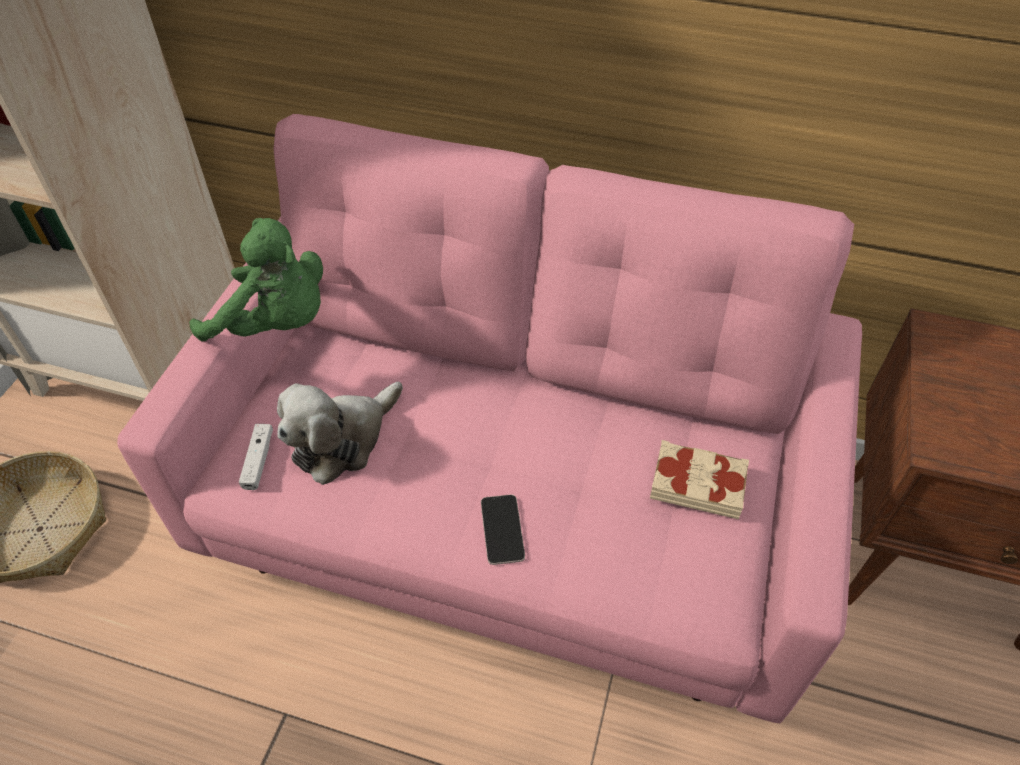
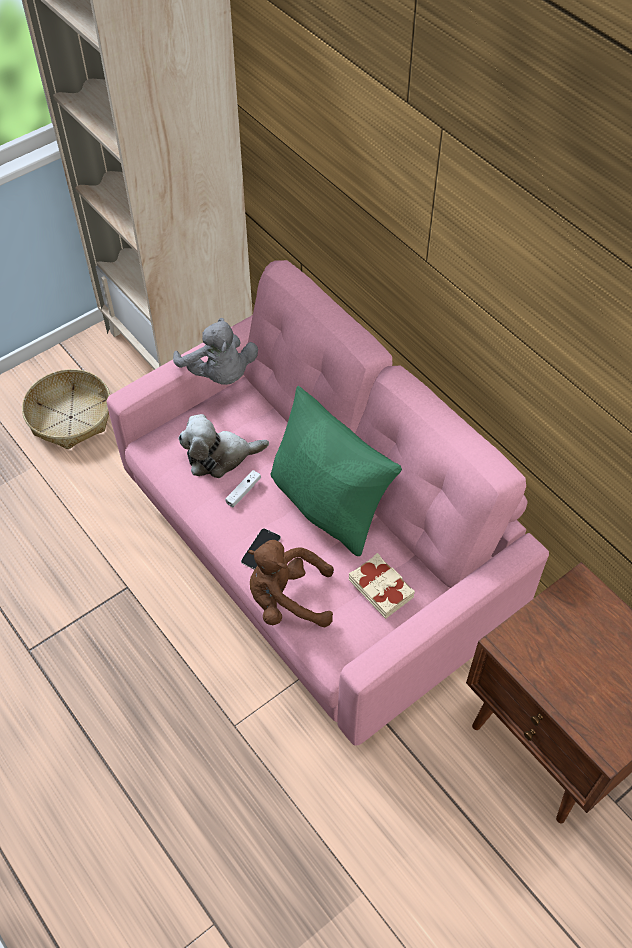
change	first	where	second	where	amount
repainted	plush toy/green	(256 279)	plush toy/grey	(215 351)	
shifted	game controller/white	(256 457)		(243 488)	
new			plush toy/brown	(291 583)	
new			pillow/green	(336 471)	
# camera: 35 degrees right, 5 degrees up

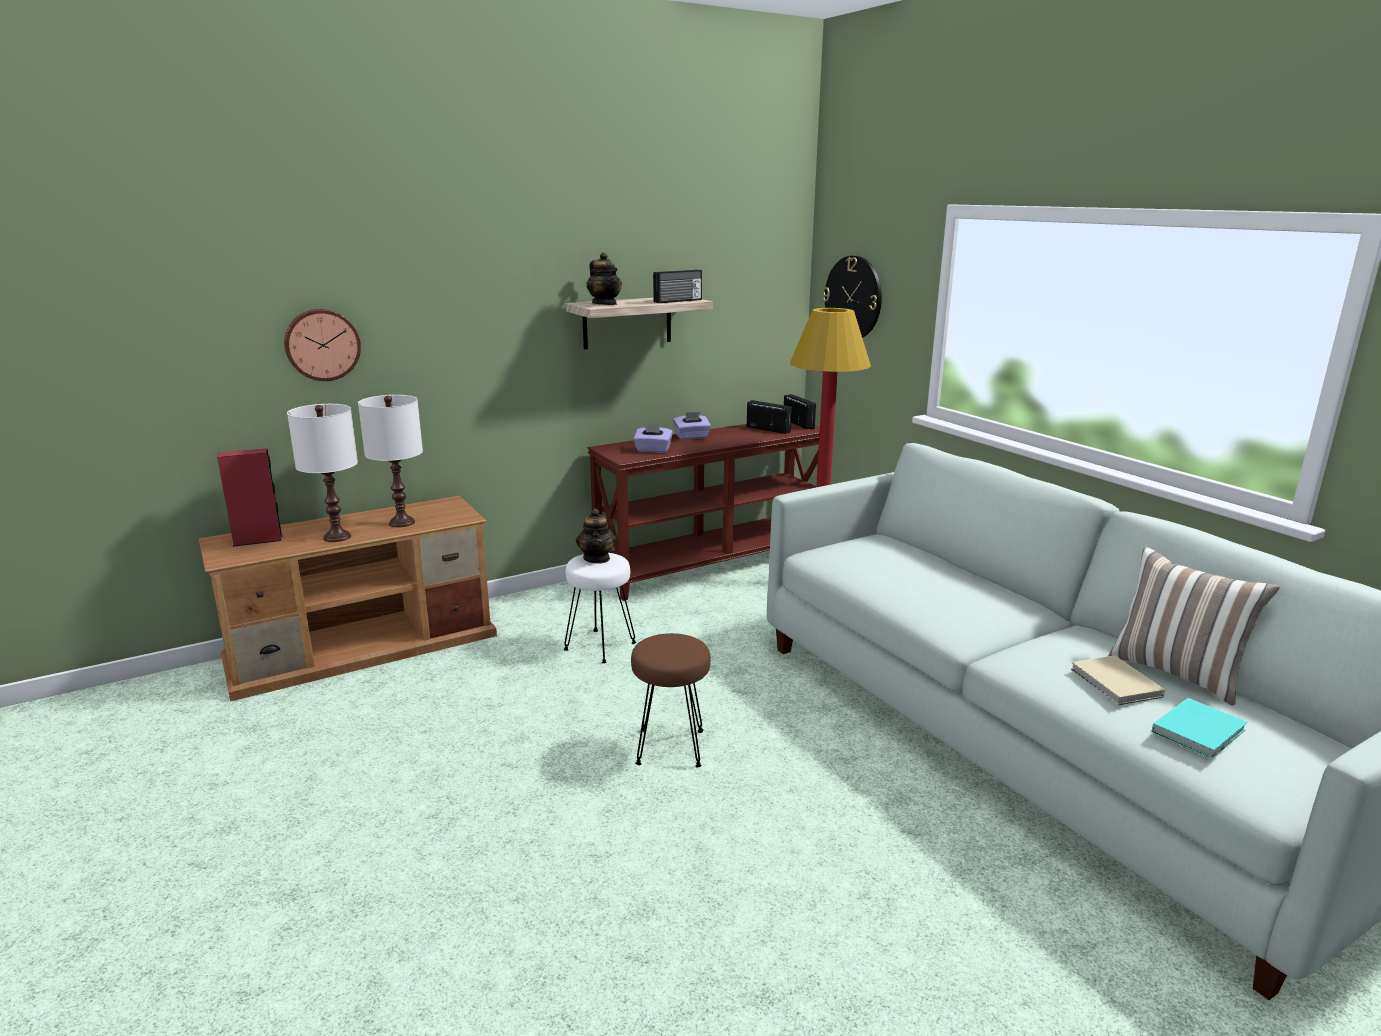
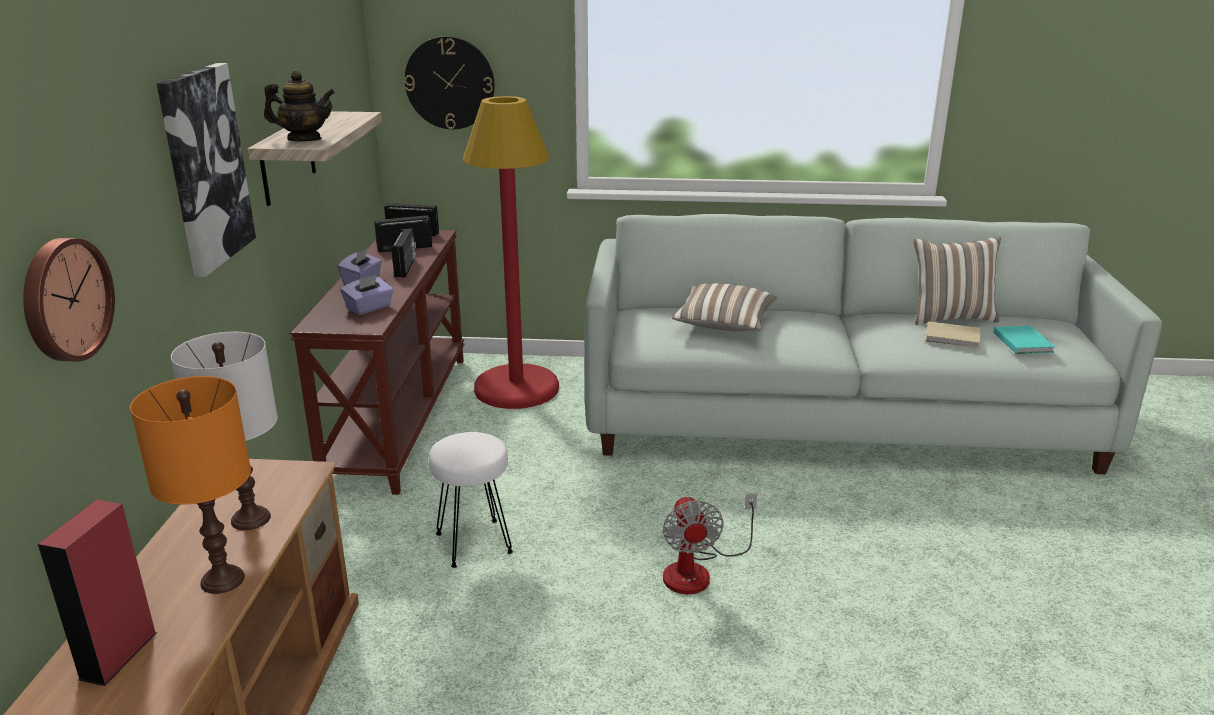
change	first	where	second	where	amount
repainted	table lamp/white	(322 473)	table lamp/orange	(190 485)	
new			picture	(206 170)	
shifted	radio	(677 286)		(403 253)	
swapped	stool/brown	(671 700)	fan	(710 543)	
new			pillow	(724 307)	
gone	teapot	(596 536)			
# camera: 55 degrees left, 5 degrees up

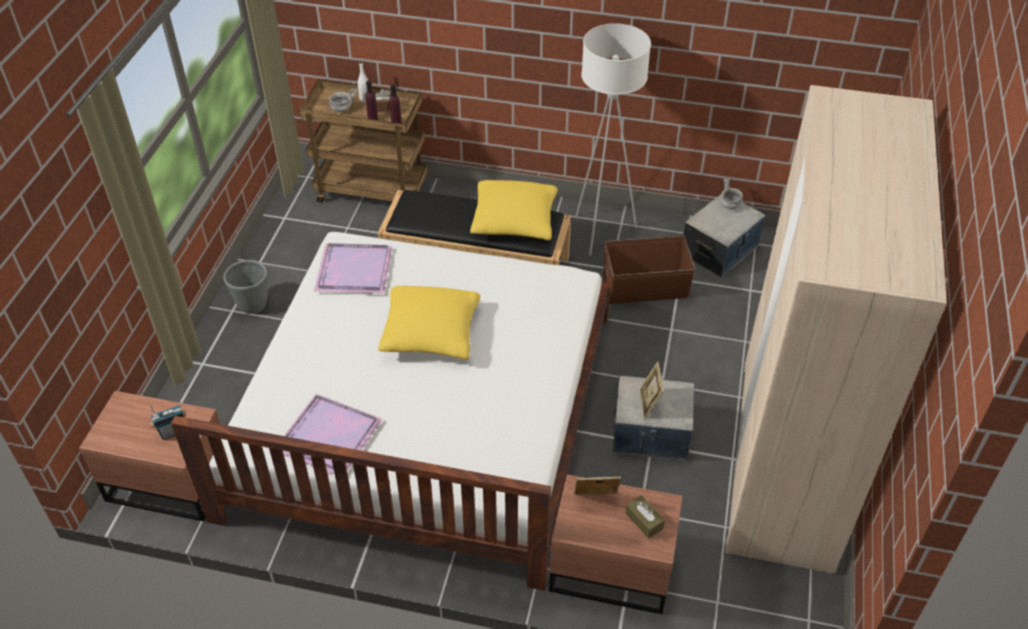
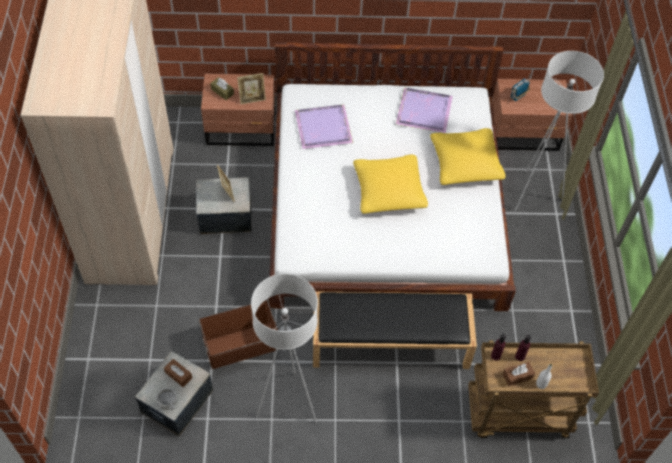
change	first	where	second	where	amount
new			tissue box/brown	(178 373)	
shifted	tray/purple	(353 268)		(324 126)	
shifted	pillow/yellow	(514 210)		(467 156)	
new			floor lamp/white	(559 131)	
gone	planter/grey	(246 287)			
gone	bowl/grey	(343 100)			
# camera: 165 degrees right, 10 degrees up

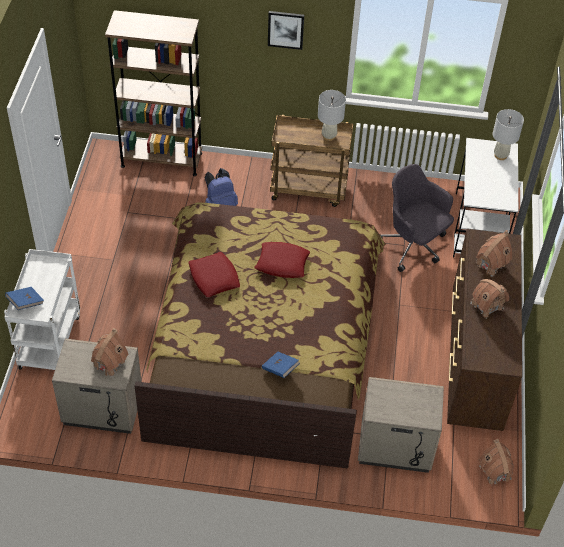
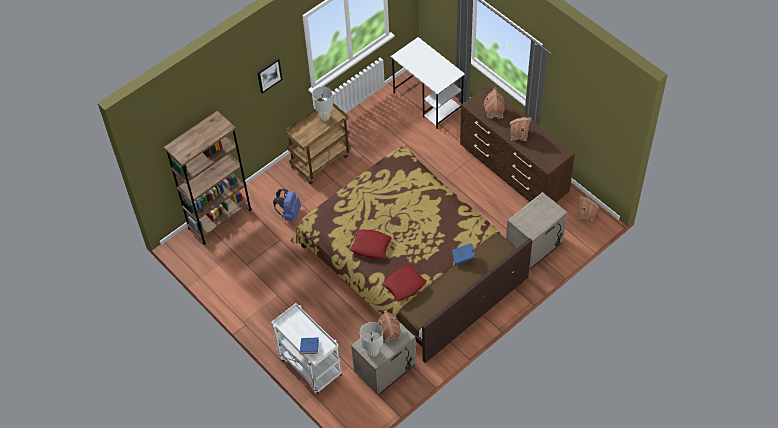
change	first	where	second	where	amount
shifted	table lamp/white	(508 134)		(371 340)	
shifted	pillow/red	(282 260)		(404 283)	
gone	office chair/grey	(416 218)			
# camera: 45 degrees left, 5 degrees up

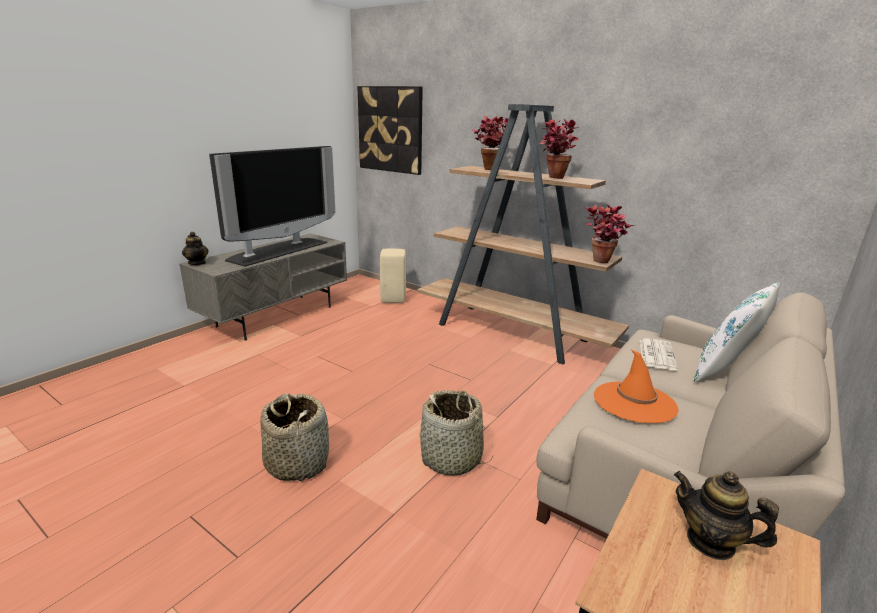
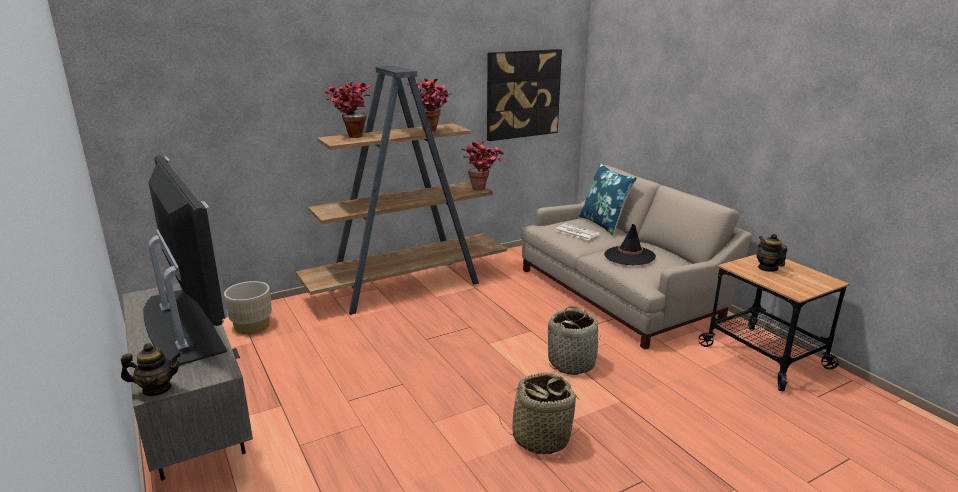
change	first	where	second	where	amount
swapped	stool/beige	(393 276)	planter/beige	(248 307)	
shifted	picture	(390 130)		(524 95)	
repainted	pillow/white	(737 332)	pillow/blue	(608 199)	
repainted	hat/orange	(636 386)	hat/black	(630 244)	
rotated	teapot	(726 515)		(771 252)	105 degrees clockwise
# camera: 65 degrees left, 0 degrees up

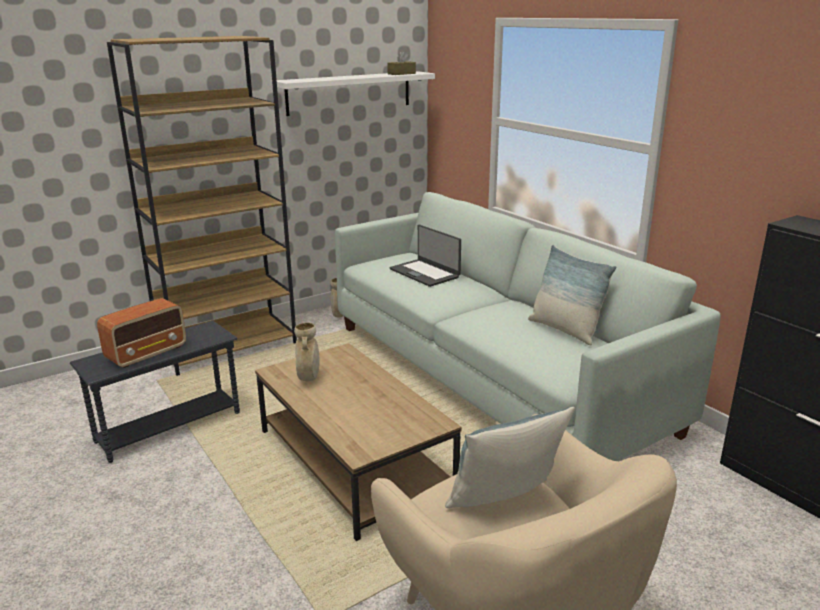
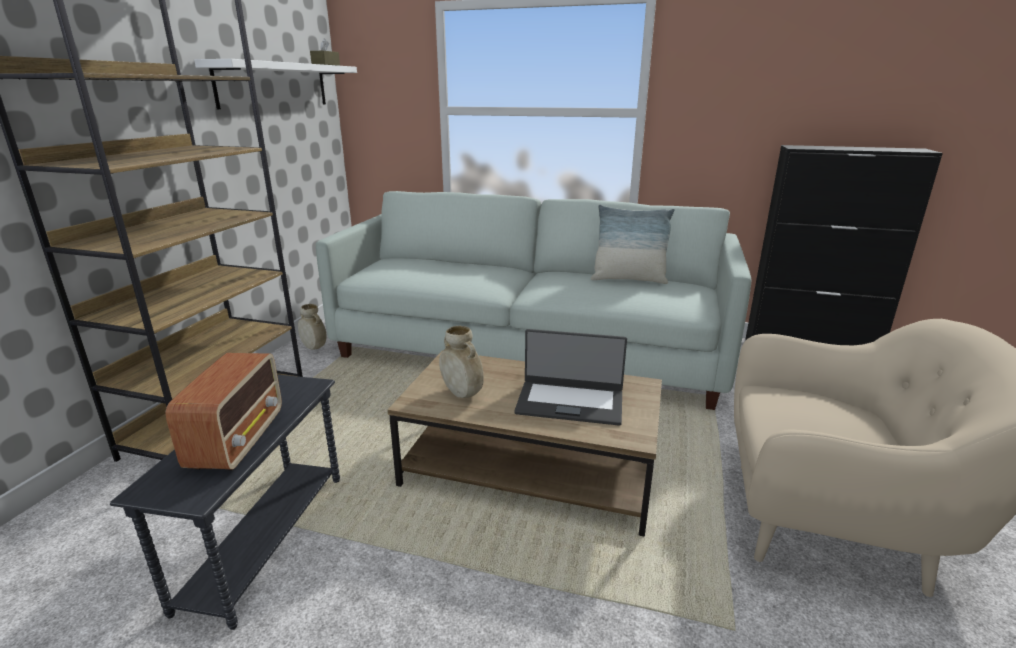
change	first	where	second	where	amount
shifted	laptop	(425 256)		(570 377)	
gone	pillow	(510 457)			
# camera: 40 degrees left, 0 degrees up

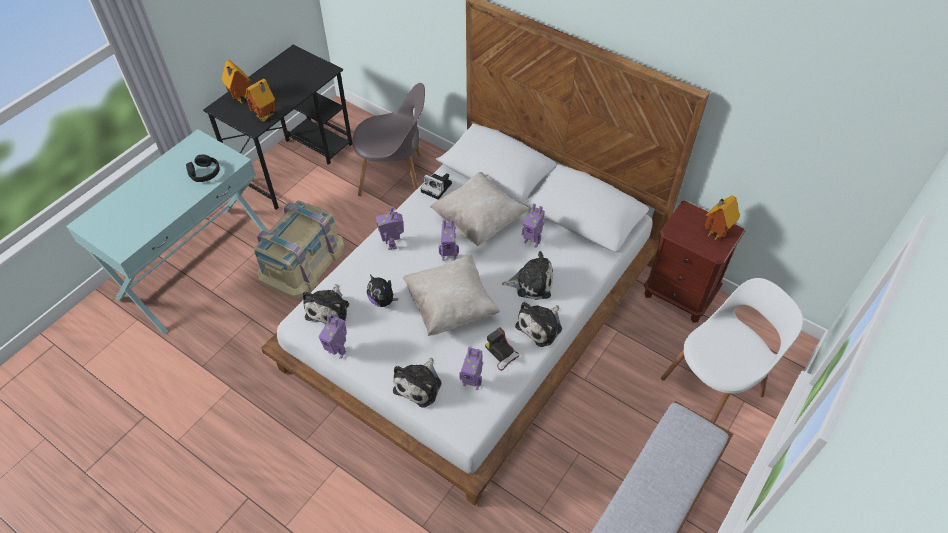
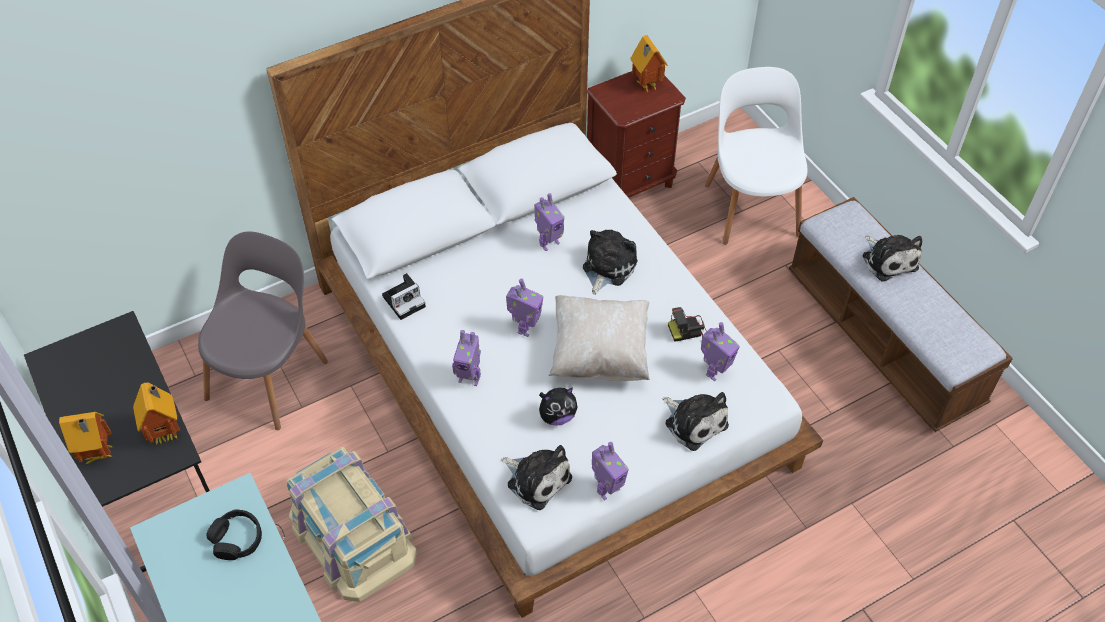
change	first	where	second	where	amount
shifted	plush toy	(538 324)		(892 258)	
gone	pillow/beige	(478 209)			
# camera: 65 degrees left, 0 degrees up

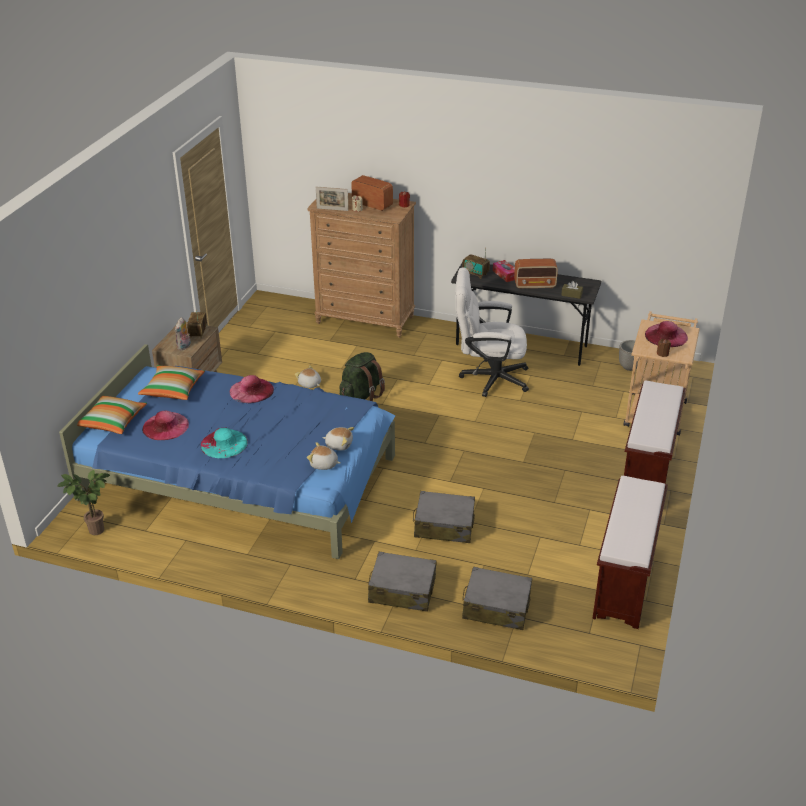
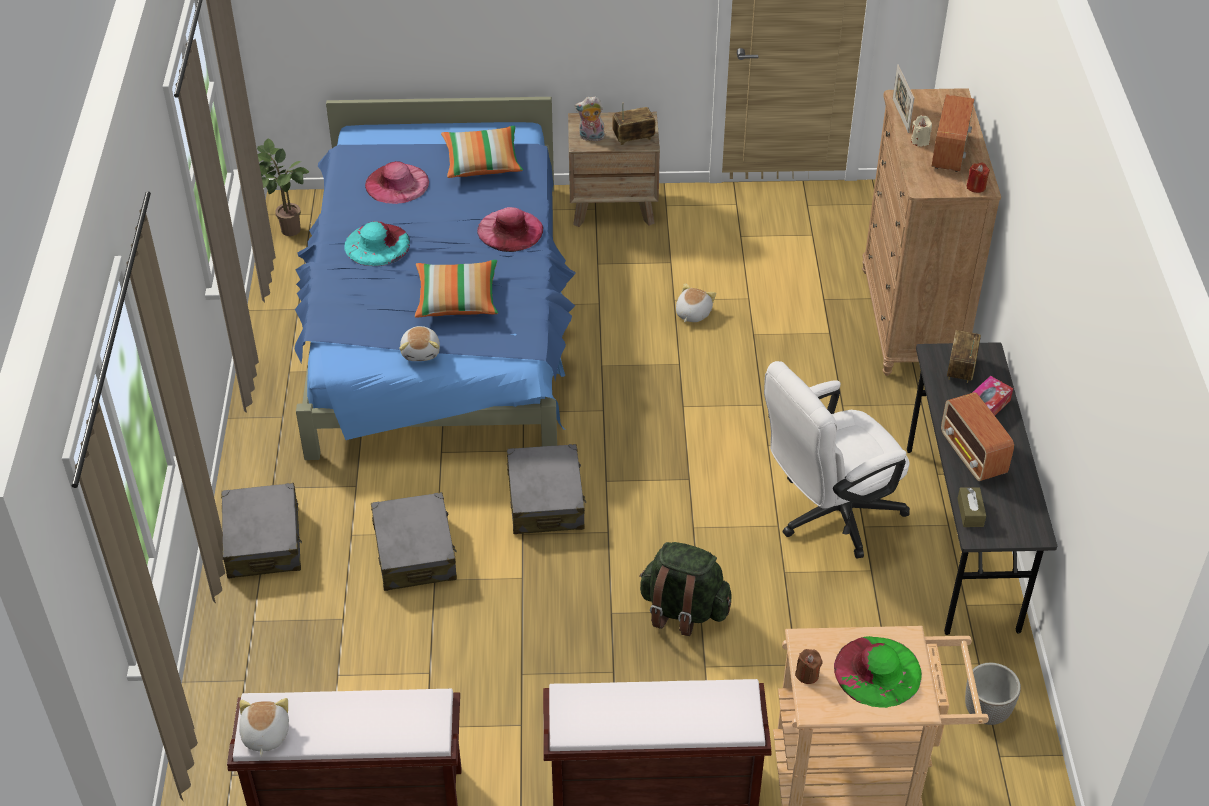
change	first	where	second	where	amount
shifted	plush toy	(323 456)		(264 727)	
shifted	pillow	(112 414)		(456 289)	
shifted	suitcase/grey	(497 598)		(546 489)	
shifted	backpack/green	(362 376)		(685 589)	
rotated	office chair/white	(492 332)		(837 460)	105 degrees counterclockwise
repainted	hat/pink	(666 334)	hat/green	(878 672)	
# camera: 70 degrees right, 10 degrees up

